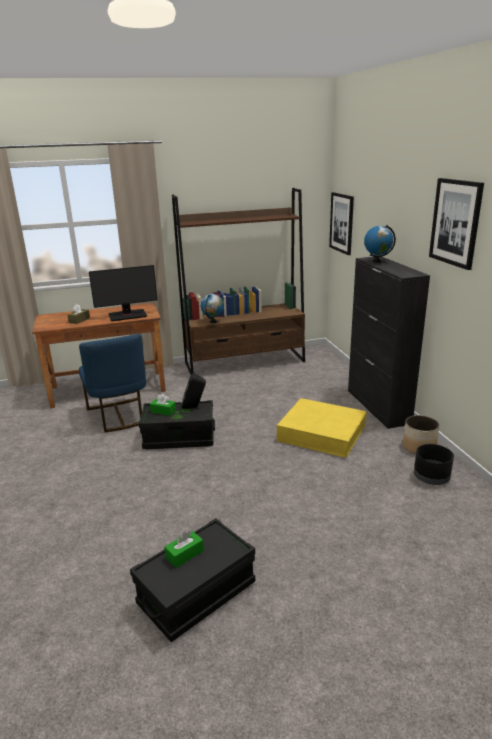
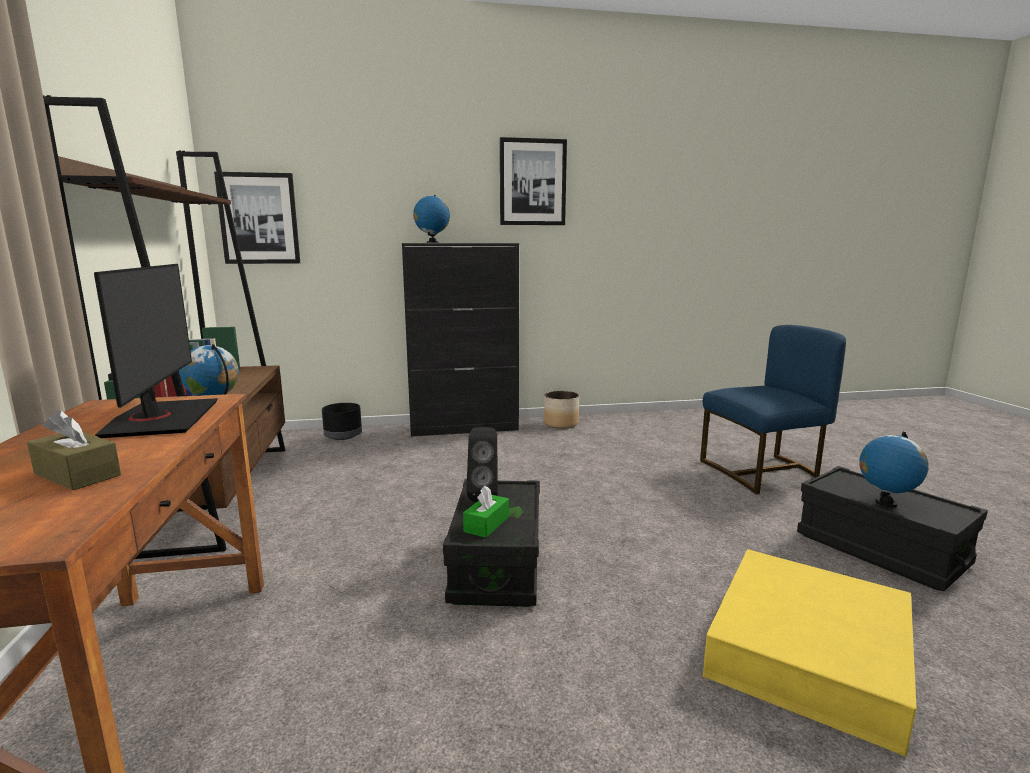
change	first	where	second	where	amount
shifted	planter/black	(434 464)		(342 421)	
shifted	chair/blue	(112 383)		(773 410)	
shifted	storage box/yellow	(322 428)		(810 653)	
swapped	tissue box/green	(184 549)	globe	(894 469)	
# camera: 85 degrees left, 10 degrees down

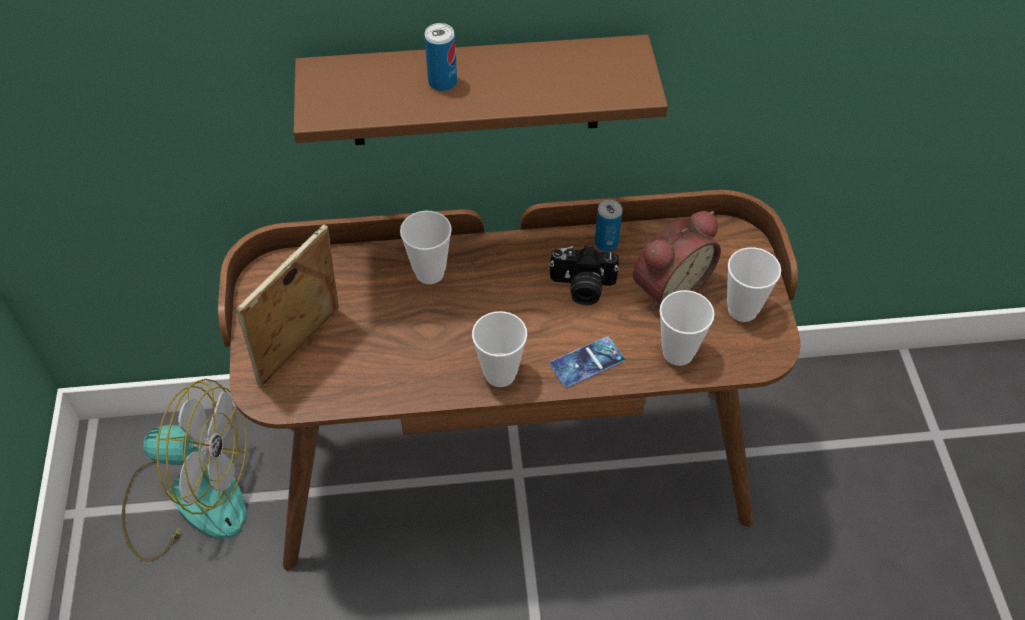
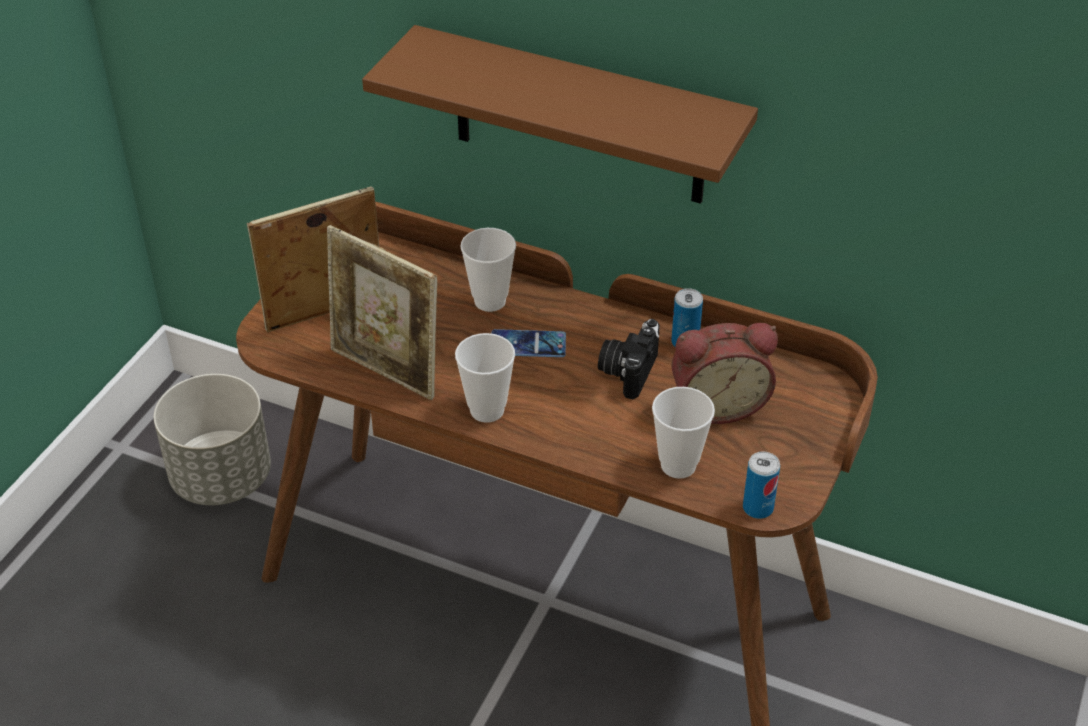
change	first	where	second	where	amount
swapped	fan	(184 470)	planter/grey	(212 439)	
new			picture frame	(382 312)	
shifted	phone	(587 362)		(529 343)	
rotated	photo camera	(584 275)		(629 359)	75 degrees clockwise
shifted	can	(440 57)		(761 485)	
gone	cup	(754 284)			
# camera: 30 degrees right, 10 degrees down

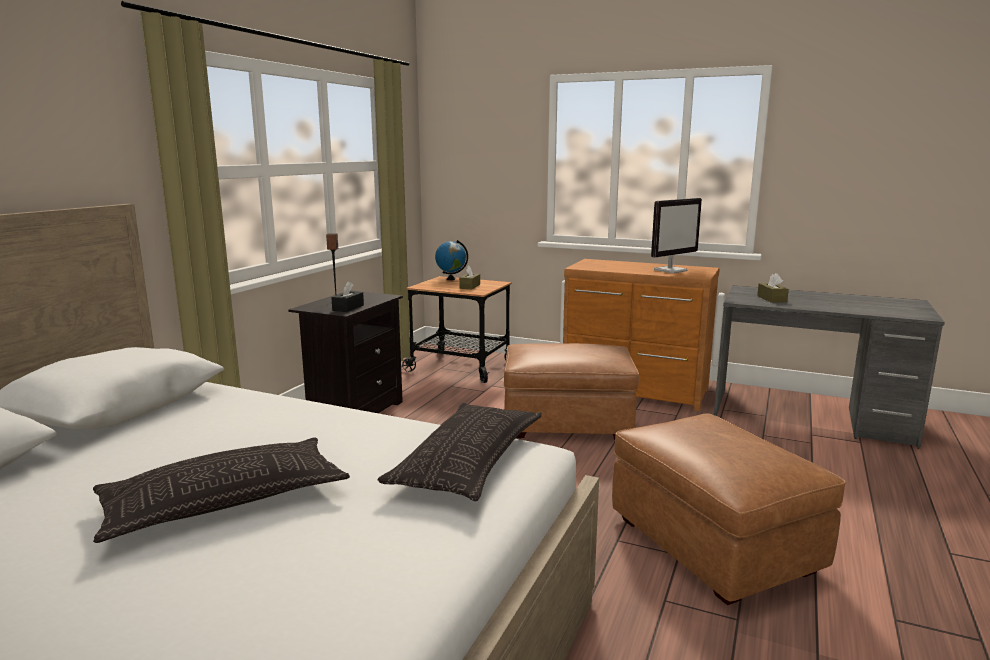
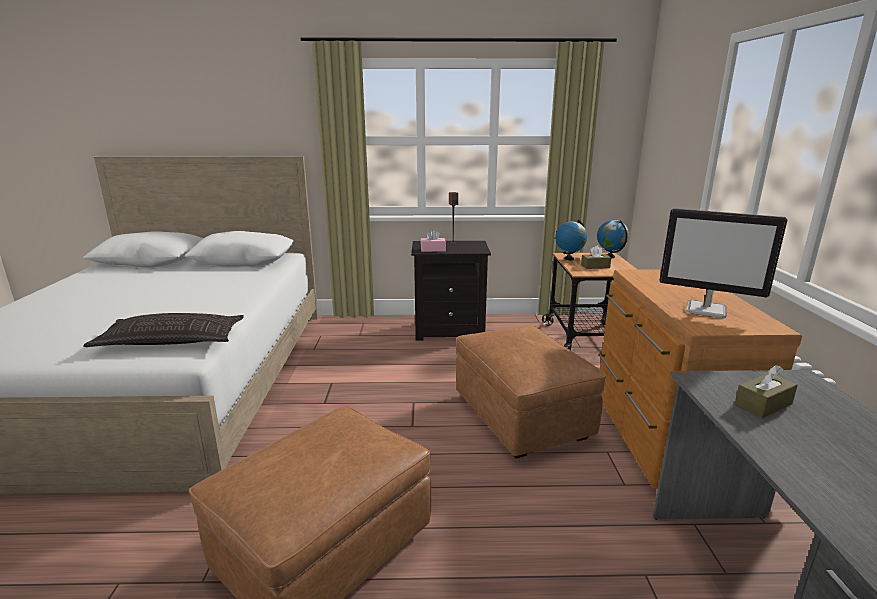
change	first	where	second	where	amount
repainted	tissue box/black	(347 296)	tissue box/pink	(433 241)	
new			globe	(571 240)	
gone	pillow	(221 490)			
# camera: 65 degrees right, 5 degrees up

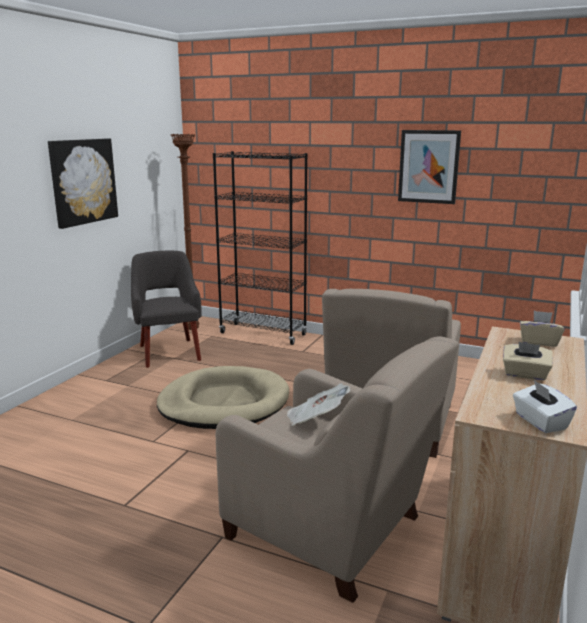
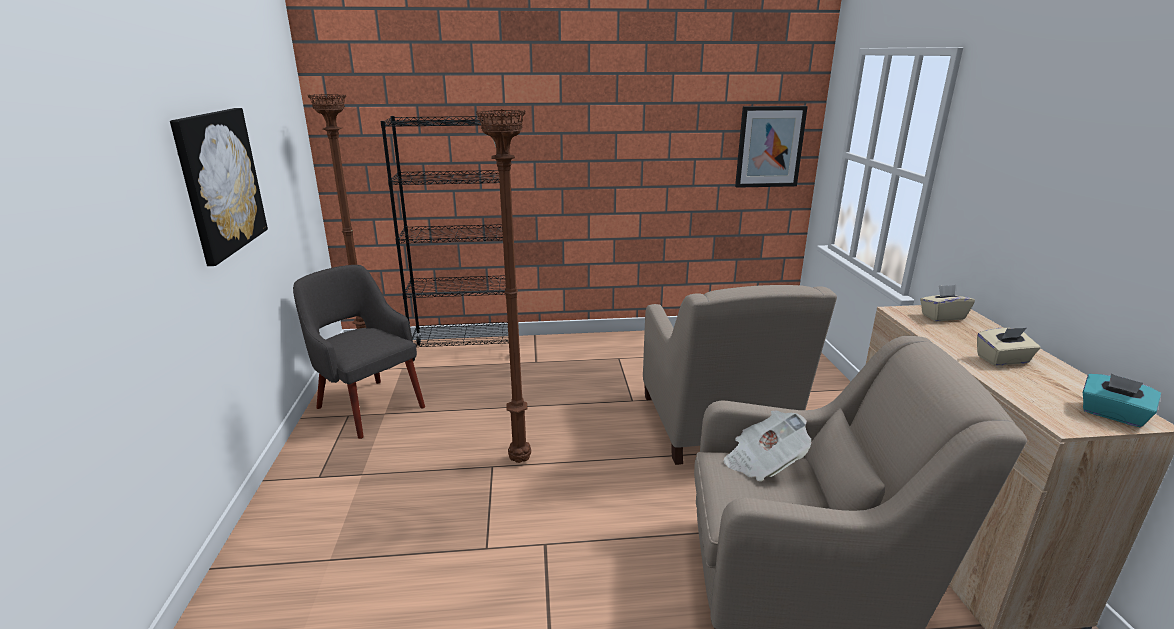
change	first	where	second	where	amount
swapped	dog bed/beige	(223 397)	floor lamp/brown	(503 286)	
shifted	picture	(429 167)		(771 147)	
repainted	tissue box/white	(545 406)	tissue box/turquoise	(1122 400)	
# camera: 30 degrees left, 5 degrees up

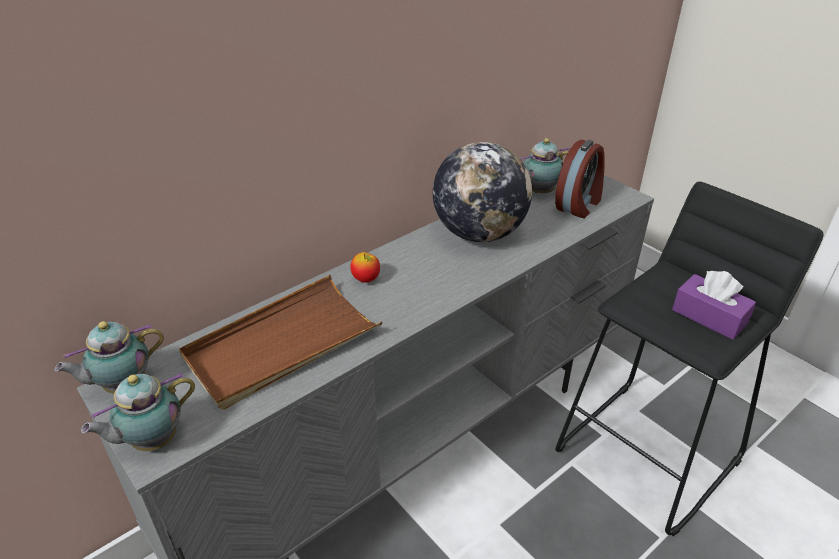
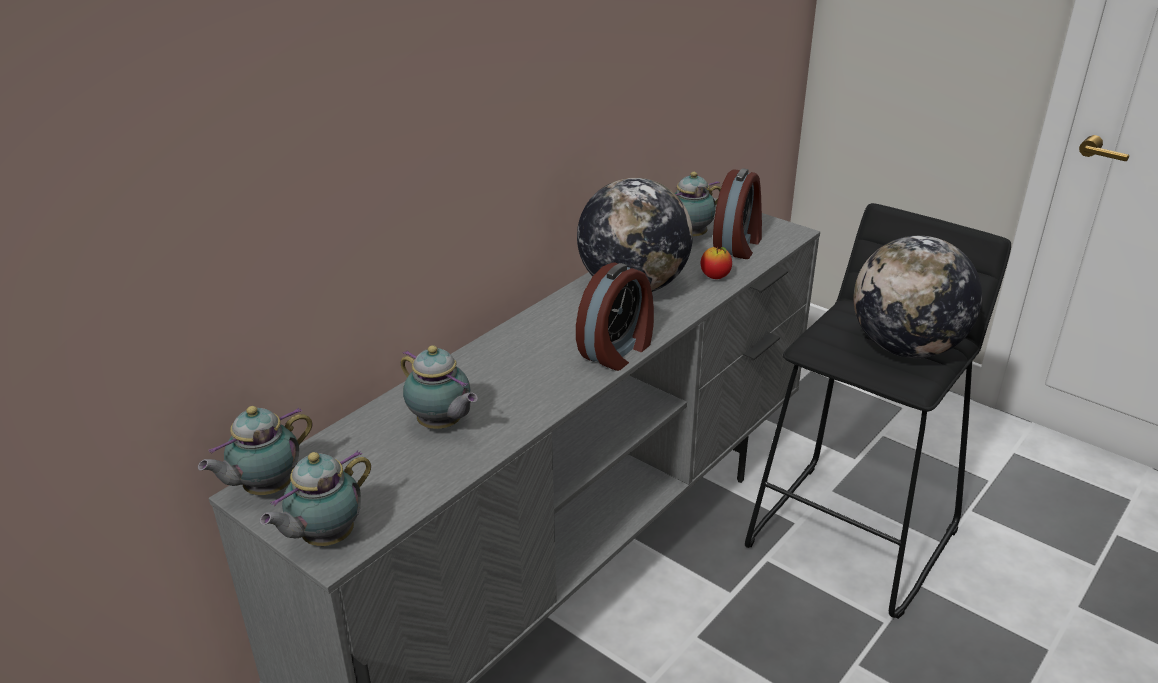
change	first	where	second	where	amount
swapped	tray/brown	(280 342)	teapot	(439 387)	
new			alarm clock	(615 316)	
shifted	apple	(365 267)		(716 263)	
swapped	tissue box/purple	(714 305)	globe	(918 297)	
# camera: 10 degrees left, 5 degrees down

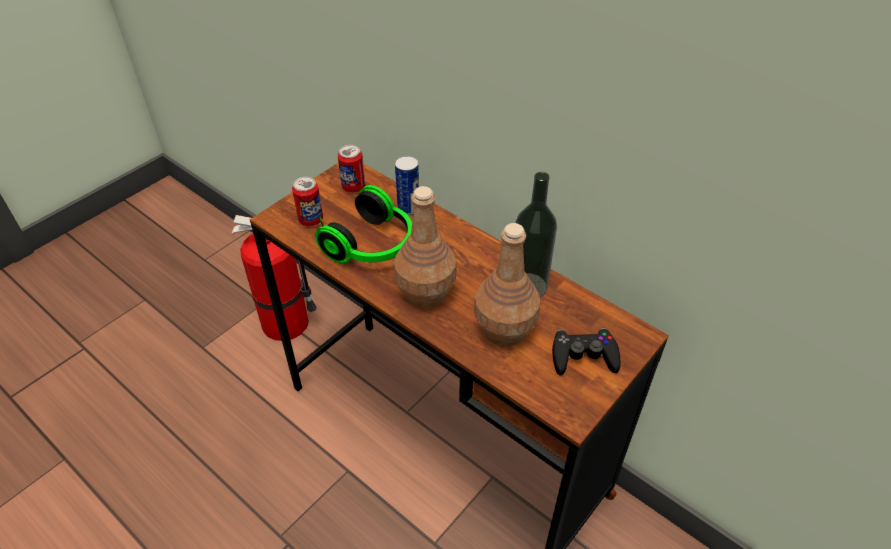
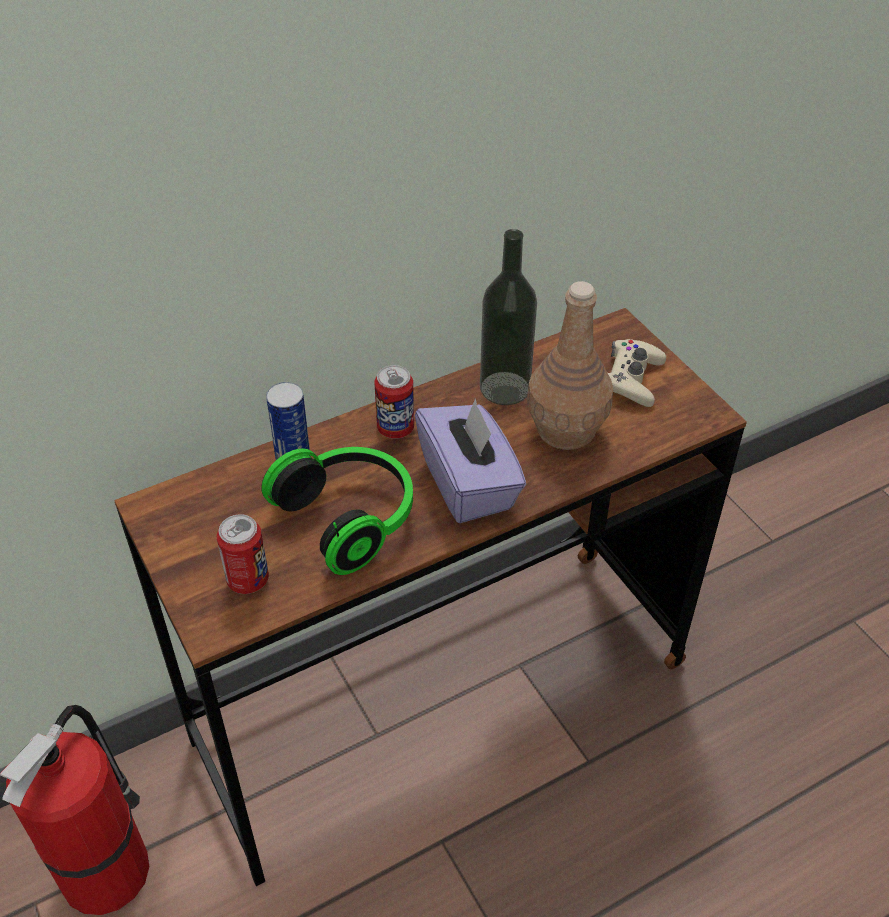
change	first	where	second	where	amount
shifted	can	(351 169)		(394 402)	
swapped	bottle/brown	(425 247)	tissue box/purple	(470 460)	
repainted	game controller/black	(586 351)	game controller/beige	(637 373)	
# camera: 70 degrees left, 0 degrees up

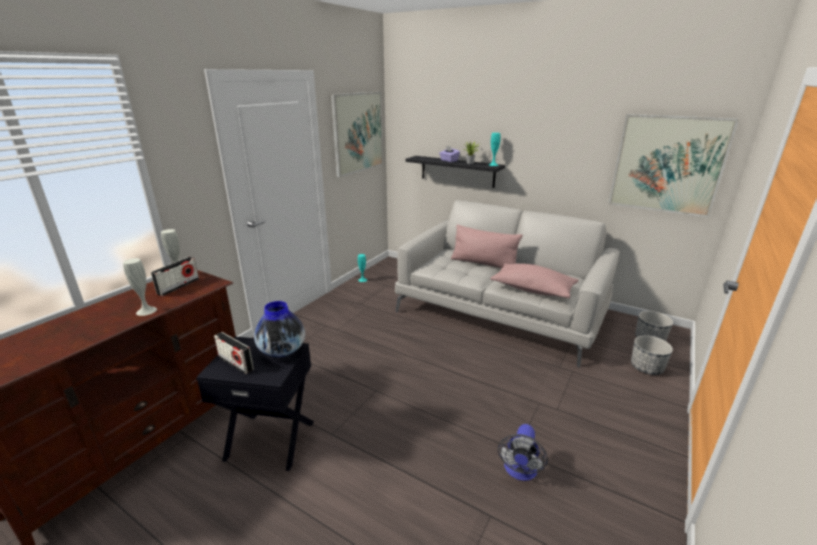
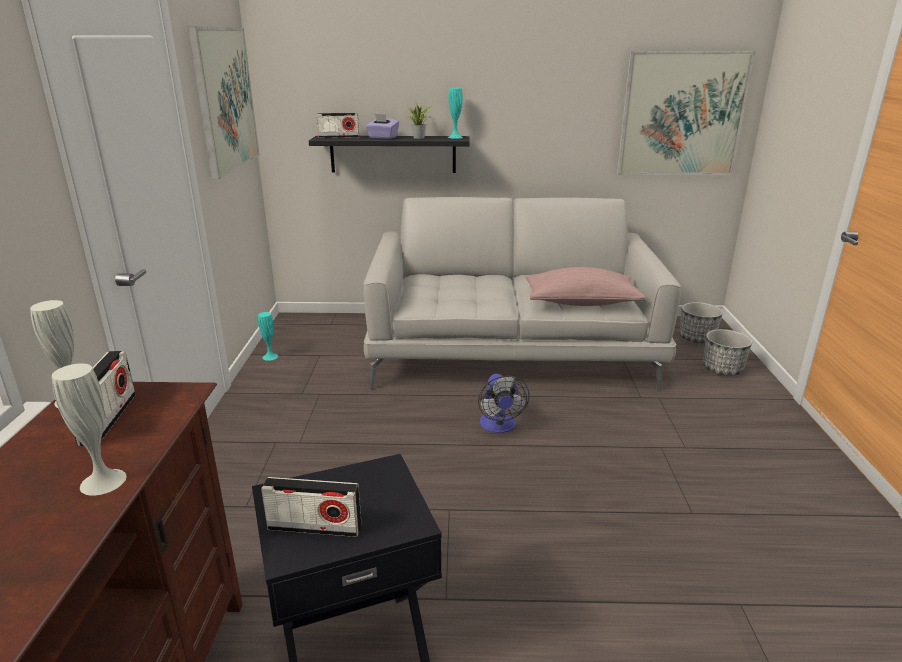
change	first	where	second	where	amount
new			radio	(338 125)	
shifted	fan	(523 452)		(503 403)	
gone	vase	(279 329)			
gone	pillow/pink	(487 246)			
# camera: 30 degrees left, 0 degrees up

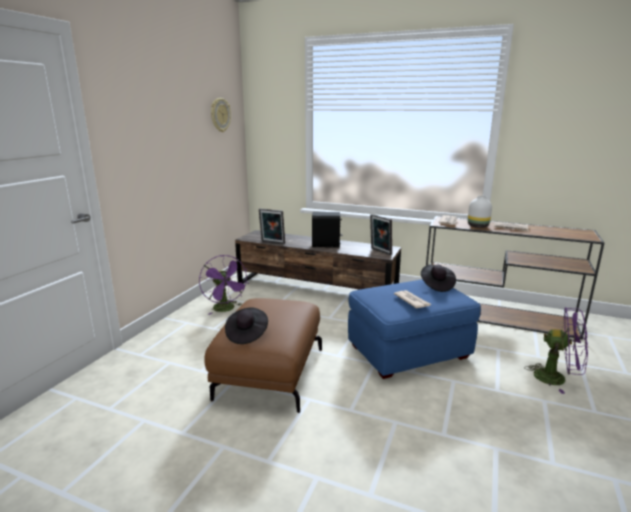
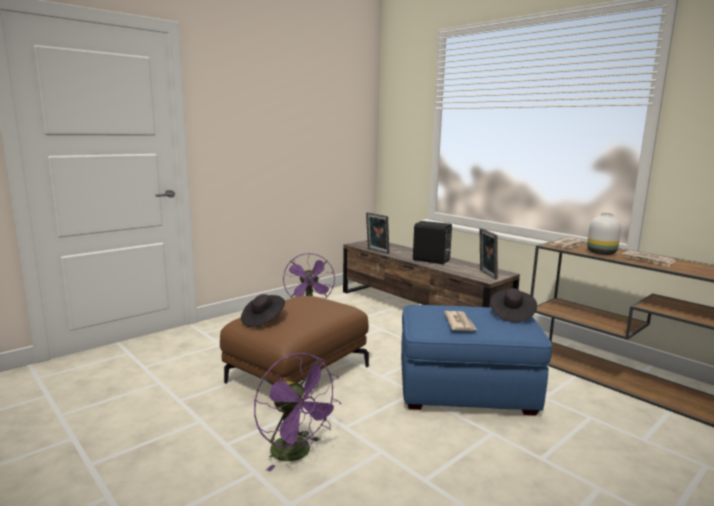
change	first	where	second	where	amount
shifted	fan/purple	(556 350)		(297 412)	
gone	wall clock	(221 115)			
# camera: 25 degrees right, 5 degrees down

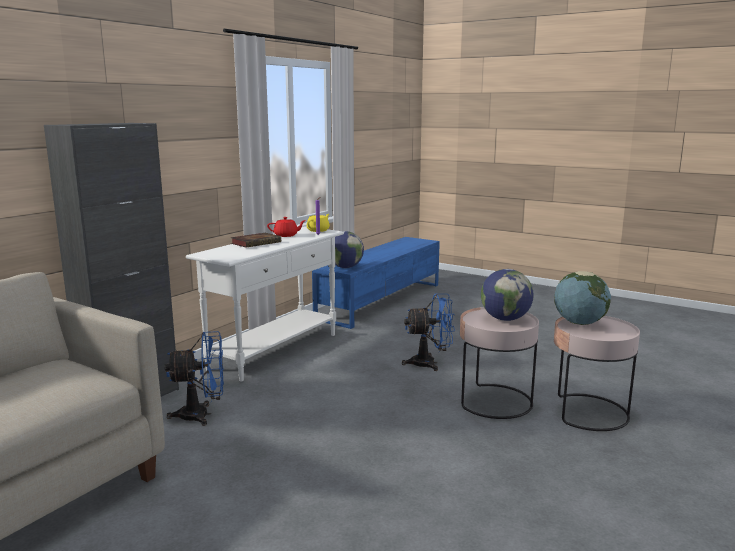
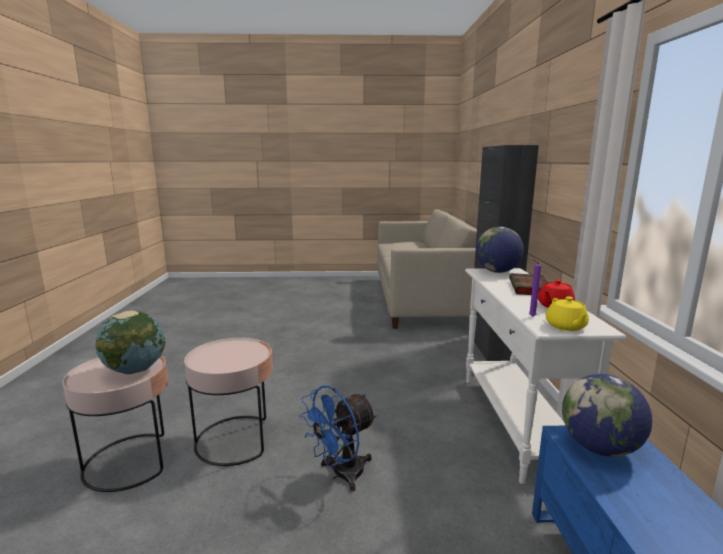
change	first	where	second	where	amount
shifted	globe	(507 295)		(500 250)	
gone	fan/blue	(194 378)			
# camera: 145 degrees right, 0 degrees up

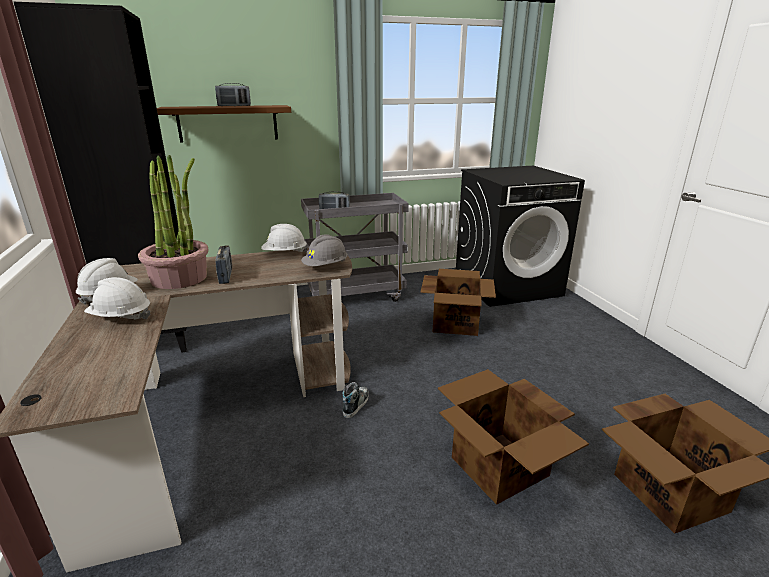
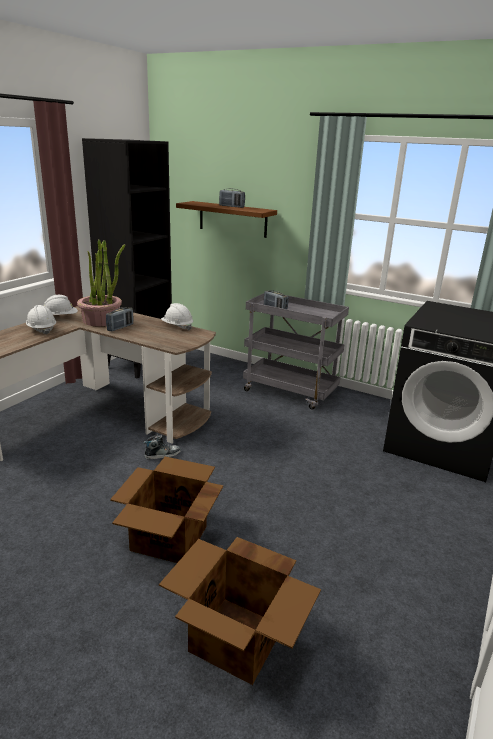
change	first	where	second	where	amount
gone	hard hat/grey	(324 250)			
gone	cardboard box	(458 302)			
# camera: 45 degrees right, 0 degrees up

